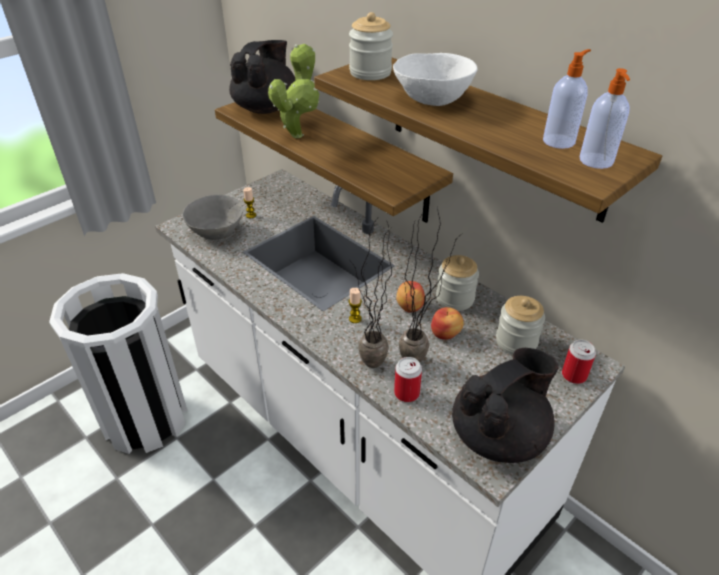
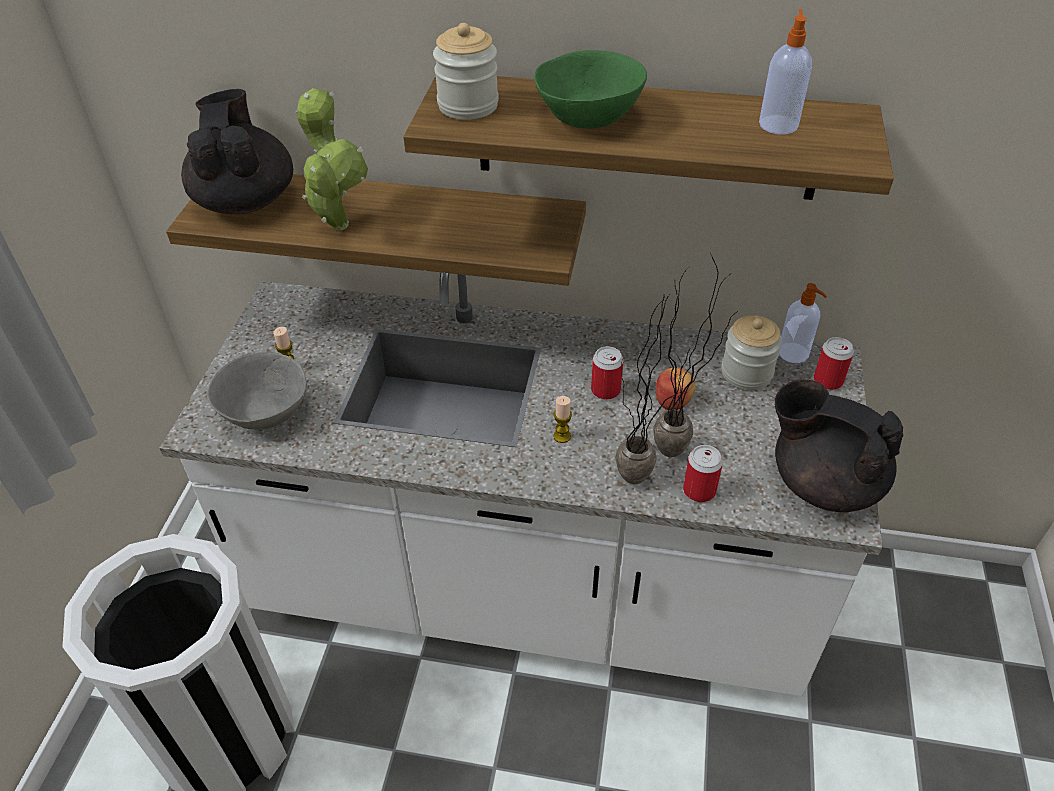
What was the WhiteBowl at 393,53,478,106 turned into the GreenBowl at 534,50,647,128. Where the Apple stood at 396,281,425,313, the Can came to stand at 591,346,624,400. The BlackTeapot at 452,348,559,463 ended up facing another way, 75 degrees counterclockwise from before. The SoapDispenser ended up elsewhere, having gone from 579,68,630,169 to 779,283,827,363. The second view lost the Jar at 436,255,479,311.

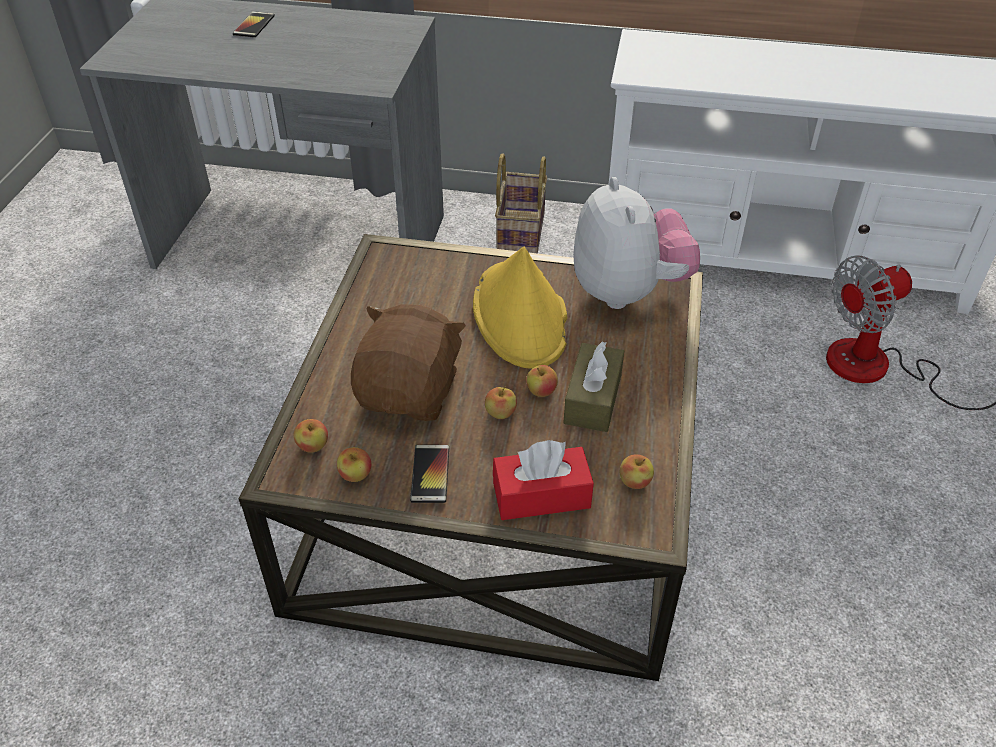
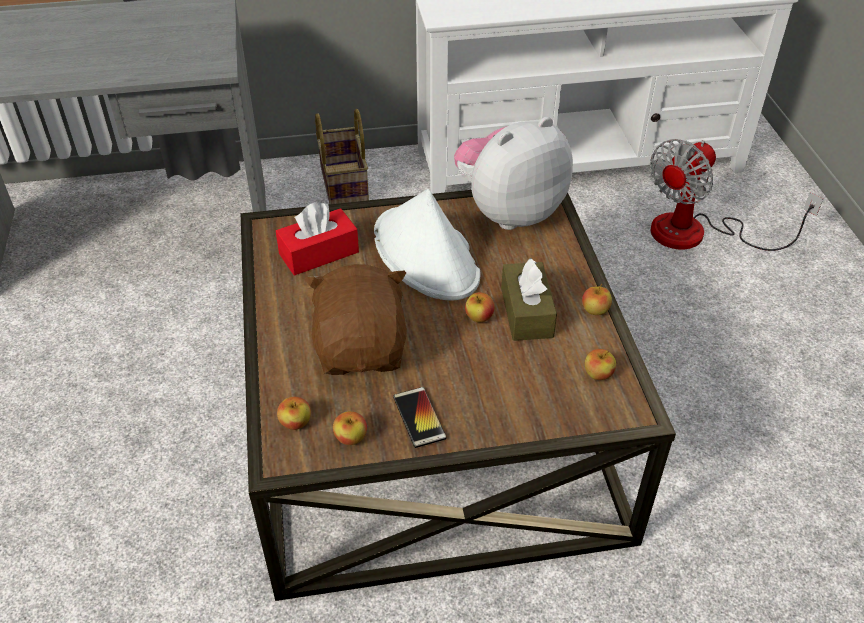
The RedTissueBox ended up elsewhere, having gone from 493,440,594,520 to 276,202,359,276. What was the YellowHat at 473,246,567,369 turned into the WhiteHat at 374,189,480,301. The PlushToy at 573,177,700,309 ended up facing another way, 90 degrees counterclockwise from before. The Apple ended up elsewhere, having gone from 485,386,517,419 to 582,284,612,315. The second view lost the Phone at 233,11,275,38.

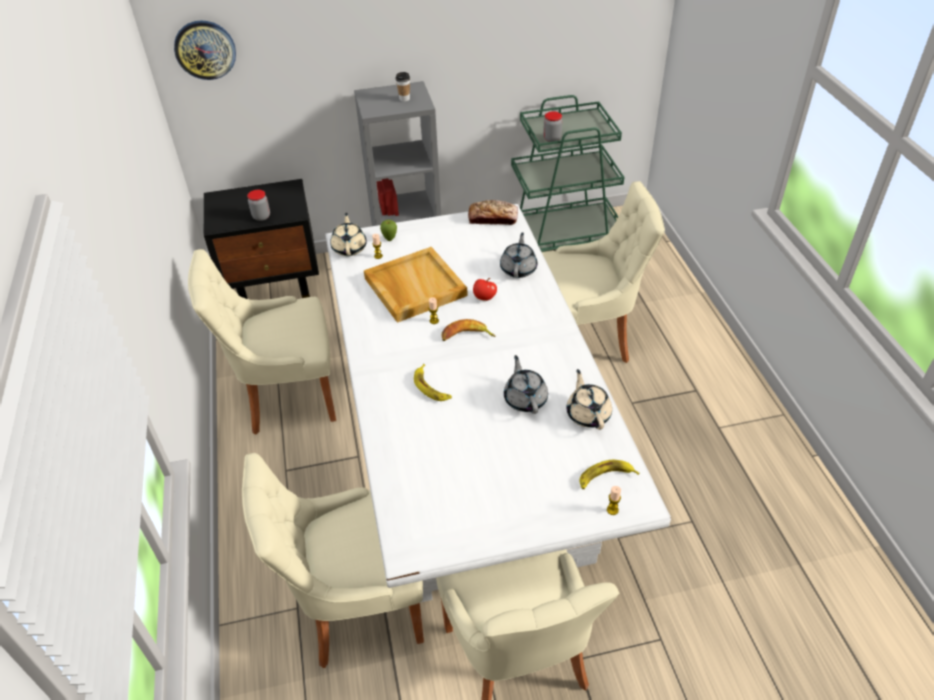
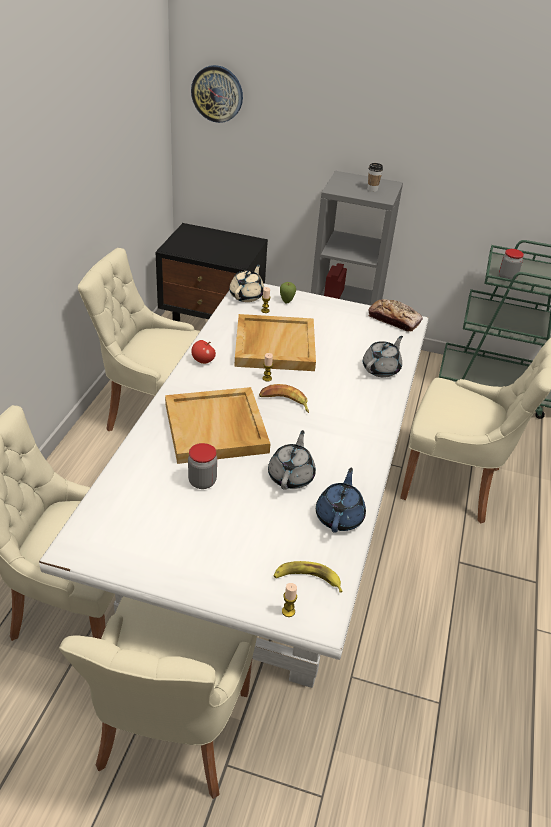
Where the Banana stood at 414,364,452,401, the BeigeTray came to stand at 165,387,271,464. The Jar ended up elsewhere, having gone from 247,190,270,221 to 188,443,217,489. The Apple ended up elsewhere, having gone from 473,278,497,301 to 191,340,216,364. What was the BeigeTeapot at 566,369,612,430 turned into the BlueTeapot at 316,468,366,533.

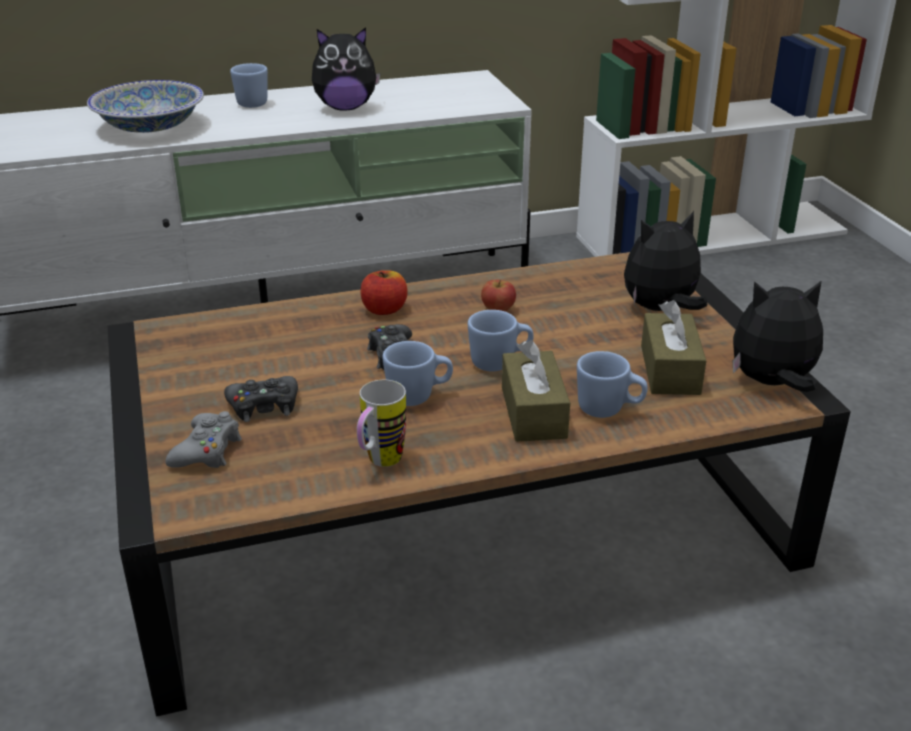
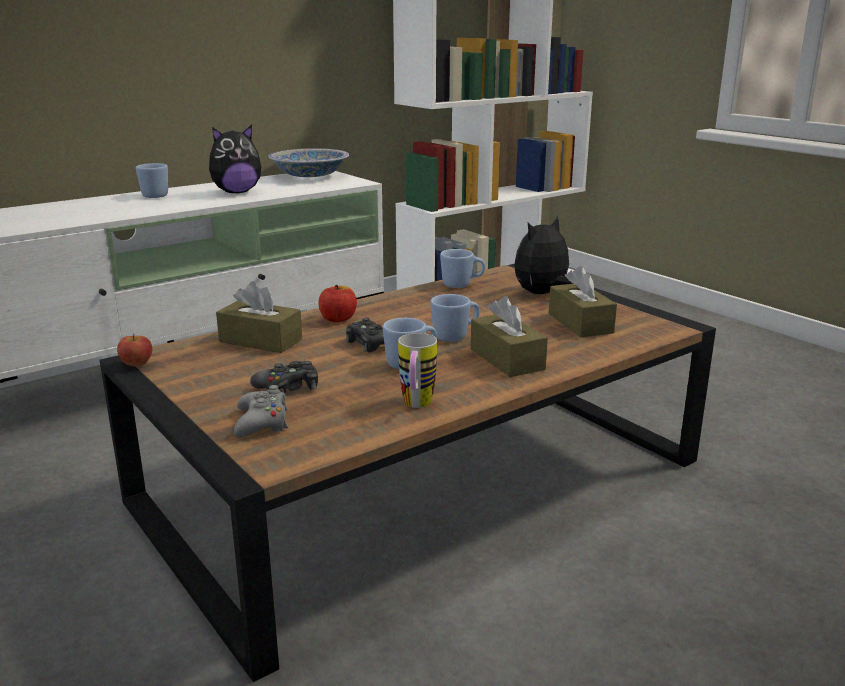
The Apple ended up elsewhere, having gone from 481,280,516,312 to 117,334,152,366. The second view gained the BrownTissueBox at 216,281,302,353. The Bowl ended up elsewhere, having gone from 87,80,204,133 to 268,148,349,177. The BlueMug ended up elsewhere, having gone from 577,351,648,418 to 440,249,485,288. The second view lost the PlushToy at 733,280,823,392.

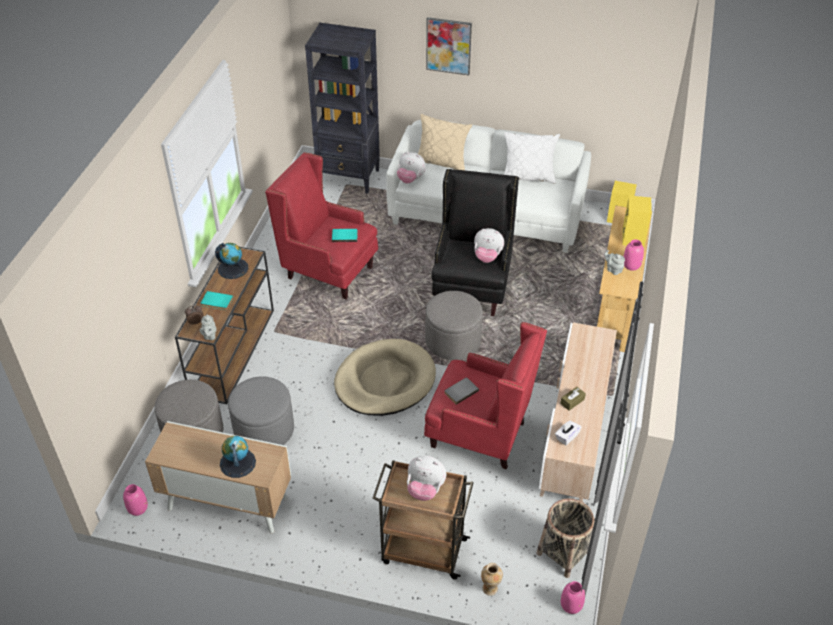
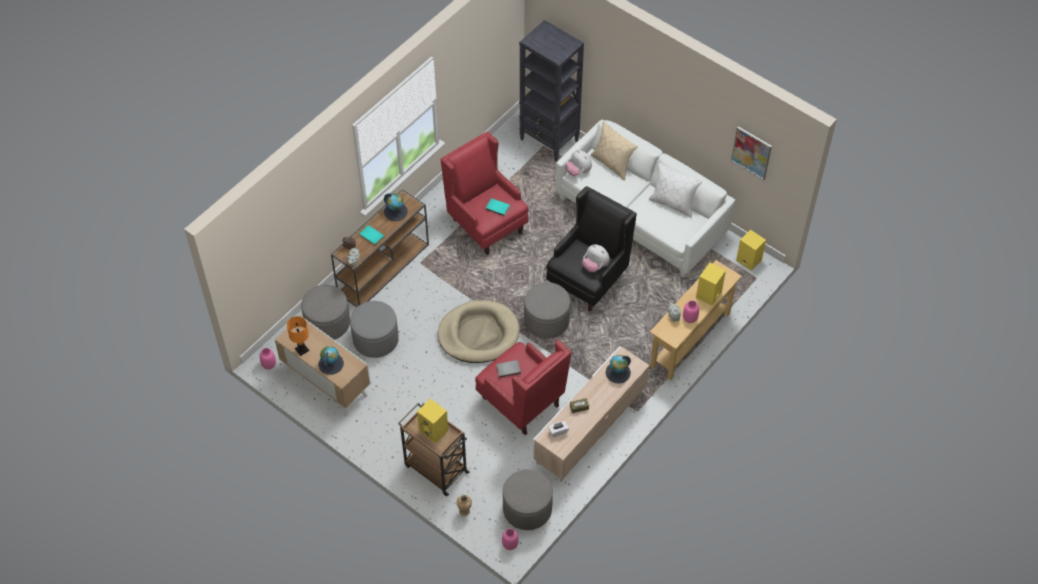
The second view gained the OrangeTableLamp at 287,316,309,356. Where the PlushToy stood at 407,456,447,501, the YellowSpeaker came to stand at 417,399,448,443. Where the Basket stood at 536,498,595,578, the GreyOttoman came to stand at 503,469,553,530. The second view gained the Globe at 605,355,631,384. The Picture ended up elsewhere, having gone from 426,17,472,76 to 731,126,772,180.

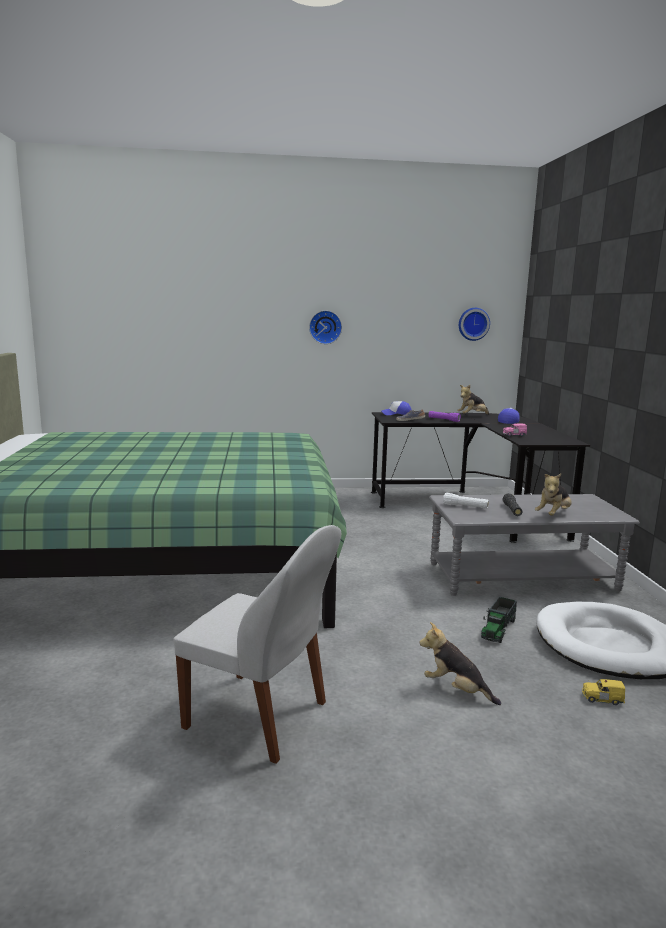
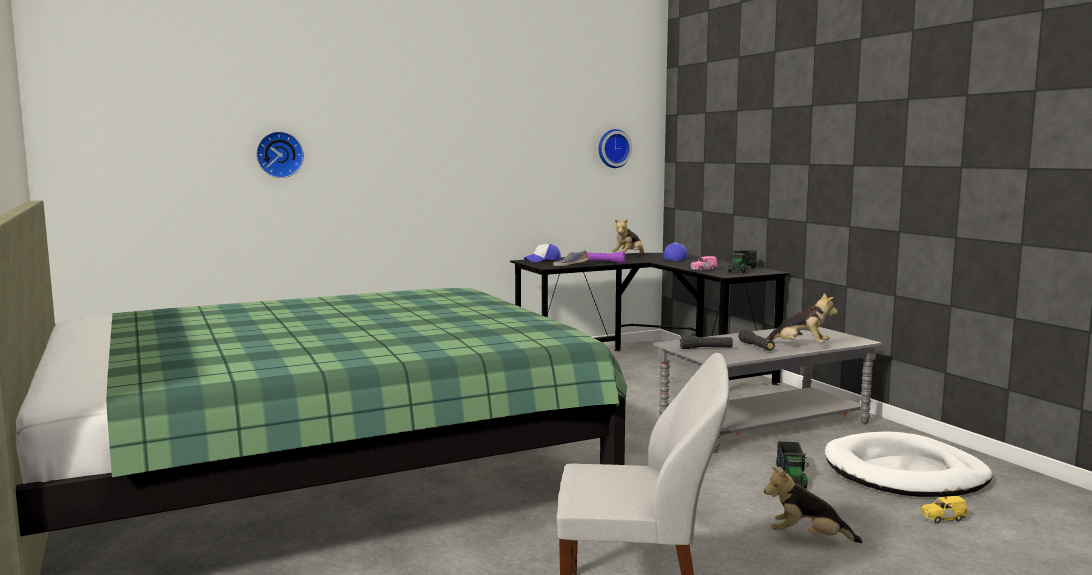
The WallClock ended up elsewhere, having gone from 309,310,342,344 to 256,131,304,178. What was the WhiteFlashlight at 443,493,489,509 turned into the BlackFlashlight at 680,335,733,349. The second view gained the ToyTruck at 728,250,757,273. The PlushToy at 535,474,572,516 ended up facing another way, 90 degrees counterclockwise from before.

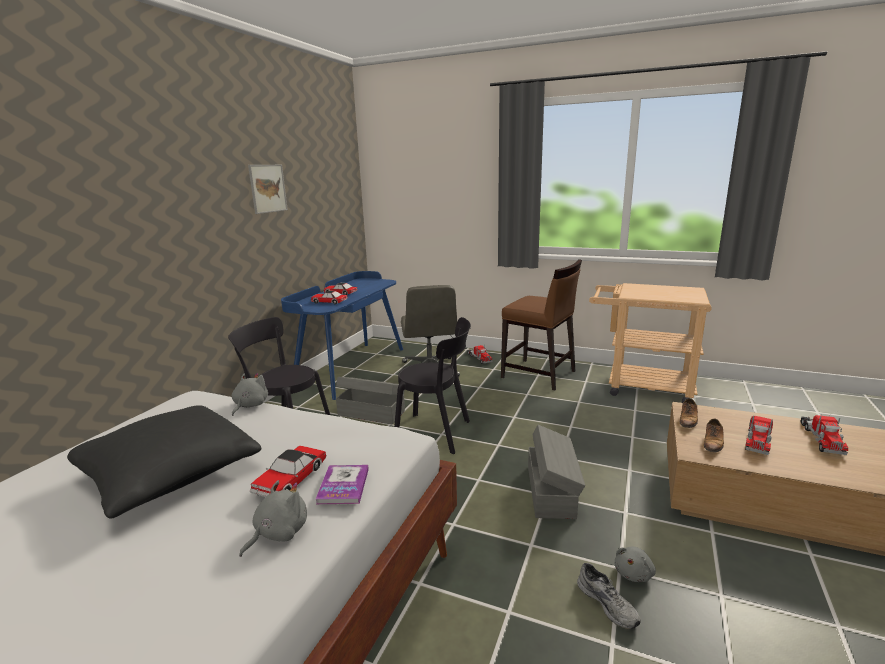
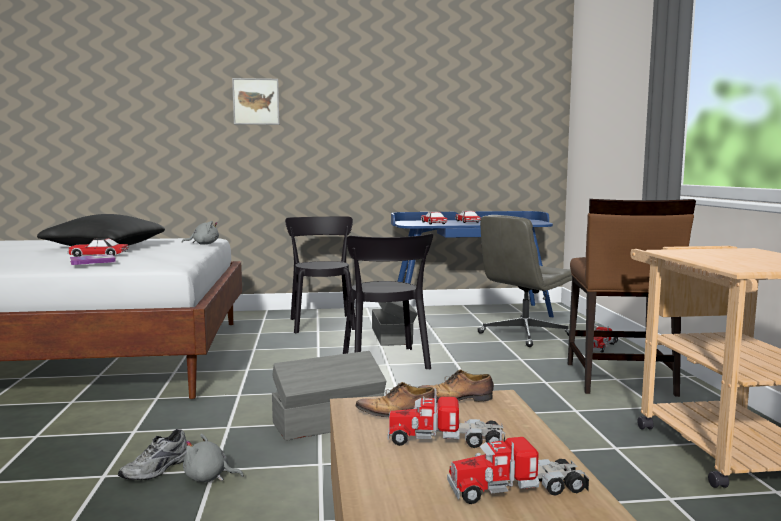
The Picture ended up elsewhere, having gone from 248,165,288,214 to 232,78,279,125. The second view lost the GreyPlushToy at 239,480,307,557.

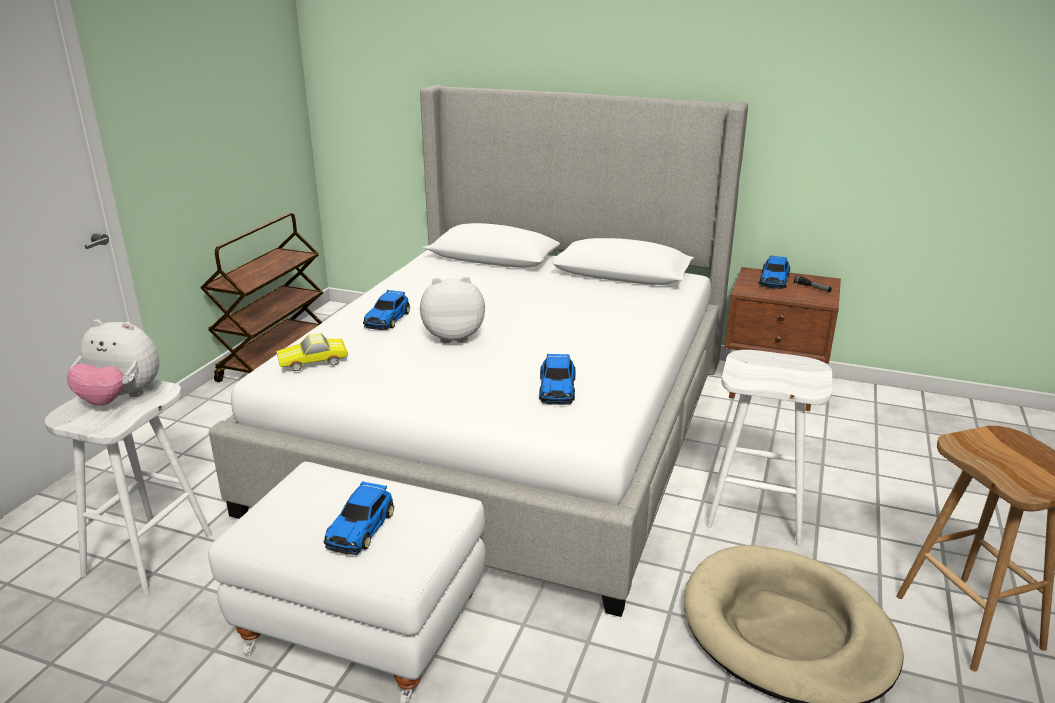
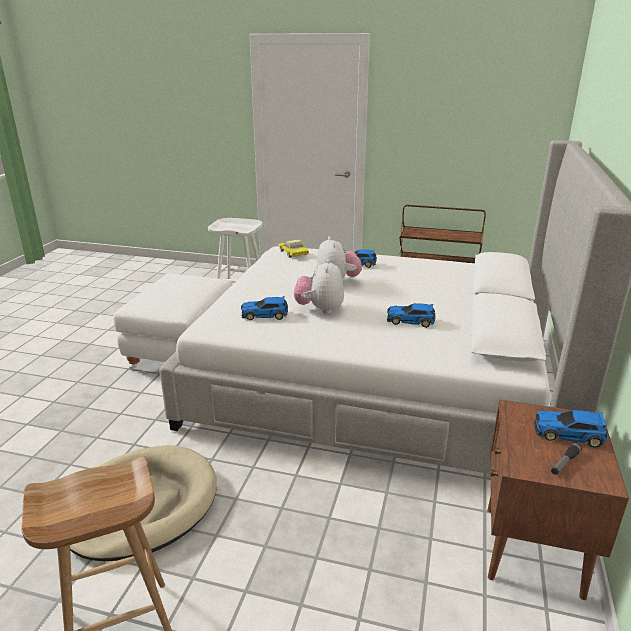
The PlushToy ended up elsewhere, having gone from 66,319,159,406 to 294,259,344,314. The ToyCar ended up elsewhere, having gone from 324,481,394,555 to 387,303,436,328. The second view lost the WhiteStool at 706,350,832,545.

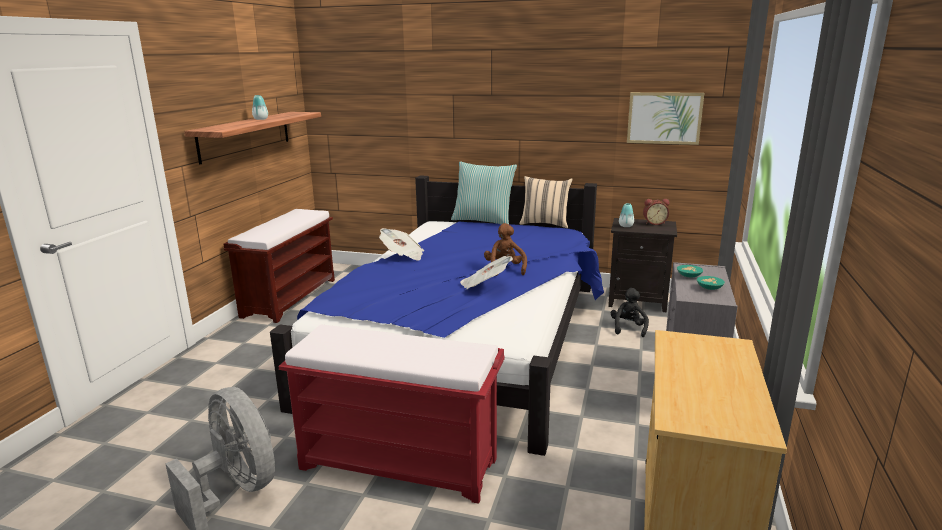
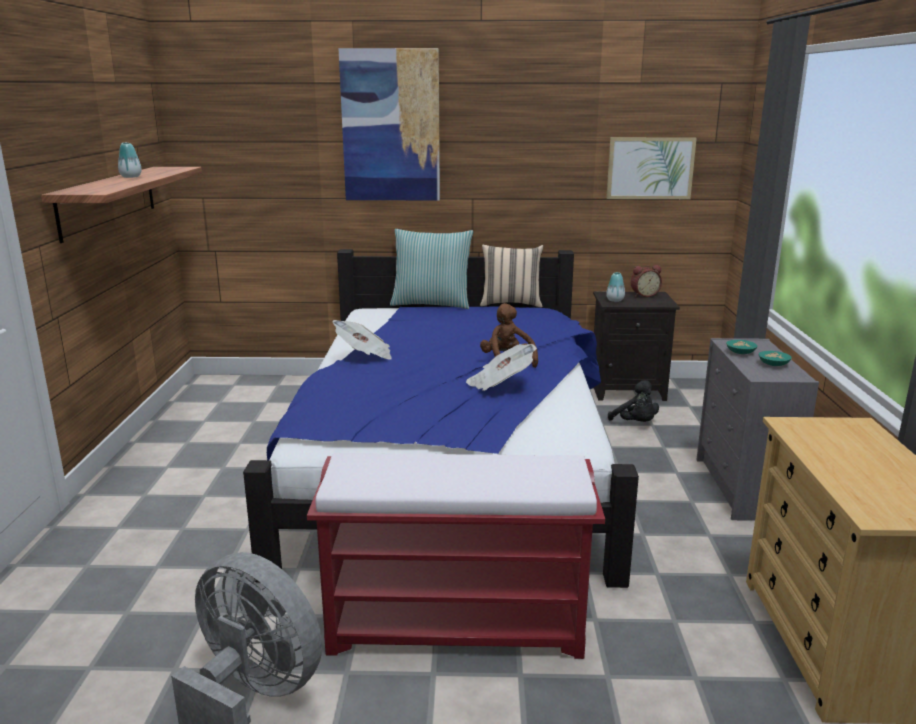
The second view gained the Picture at 338,48,440,200. The BlackPlushToy at 611,288,649,337 ended up facing another way, 150 degrees clockwise from before. The second view lost the BrownBench at 223,209,335,323.

